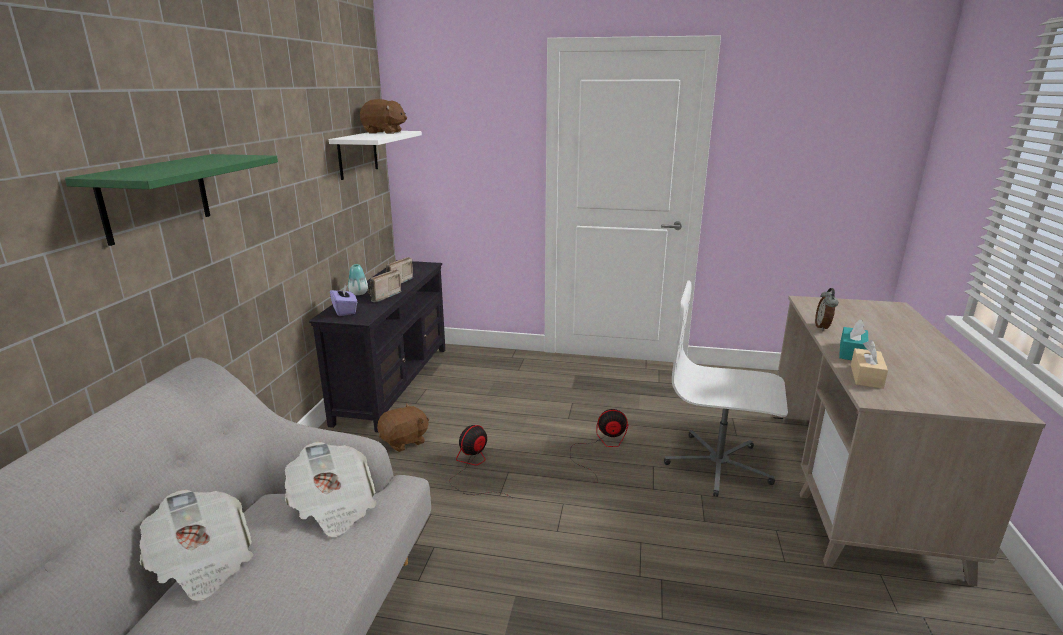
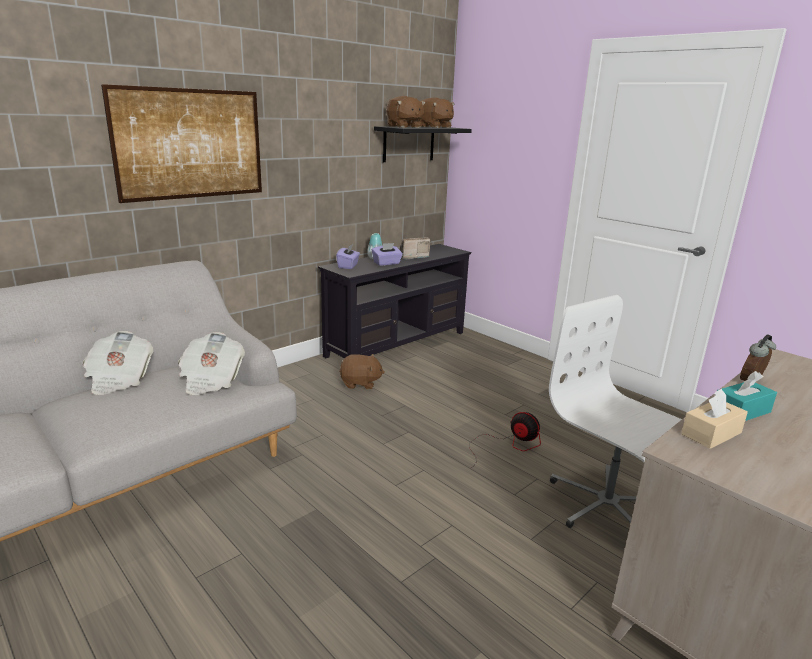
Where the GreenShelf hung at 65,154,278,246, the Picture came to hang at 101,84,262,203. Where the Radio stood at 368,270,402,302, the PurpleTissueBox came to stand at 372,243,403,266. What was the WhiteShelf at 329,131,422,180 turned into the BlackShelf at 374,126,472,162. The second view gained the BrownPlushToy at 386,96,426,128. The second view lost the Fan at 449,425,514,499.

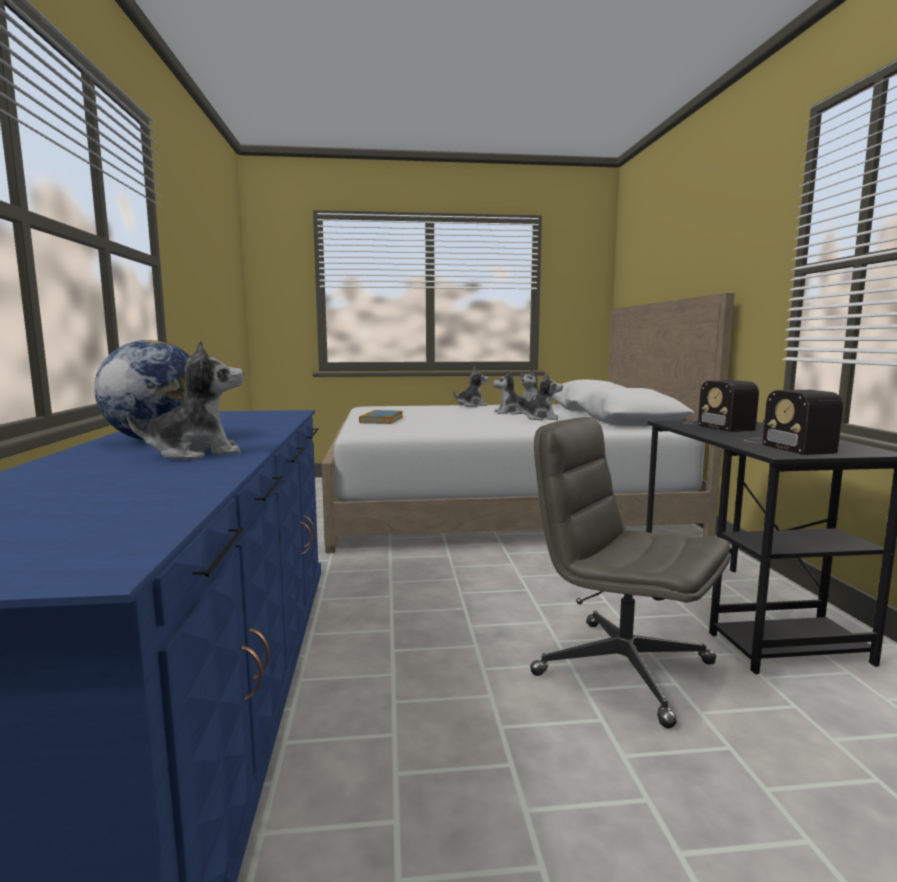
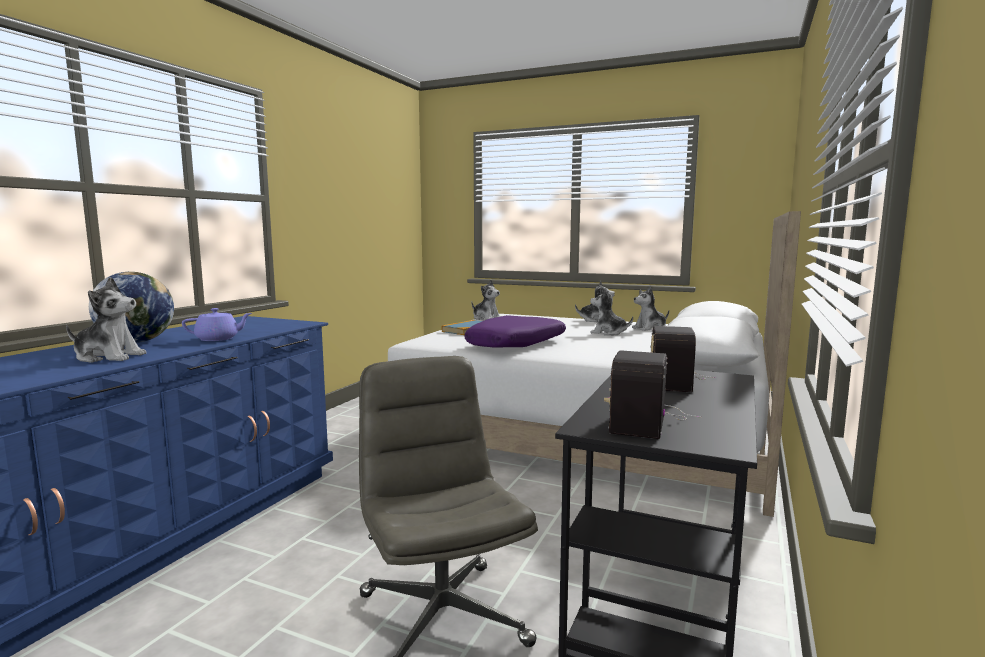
The second view gained the PurpleTeapot at 182,308,252,341. The second view gained the PurplePillow at 464,315,566,348. The PlushToy ended up elsewhere, having gone from 517,372,563,421 to 472,280,501,320.

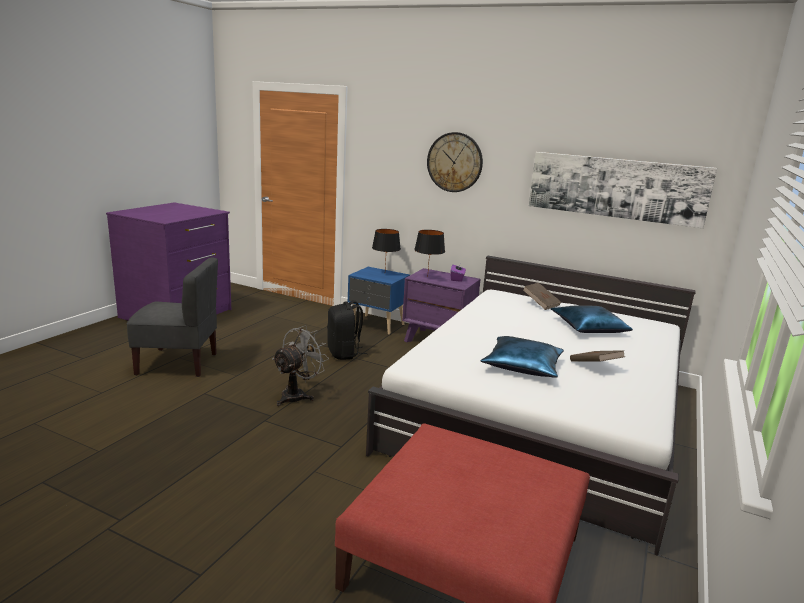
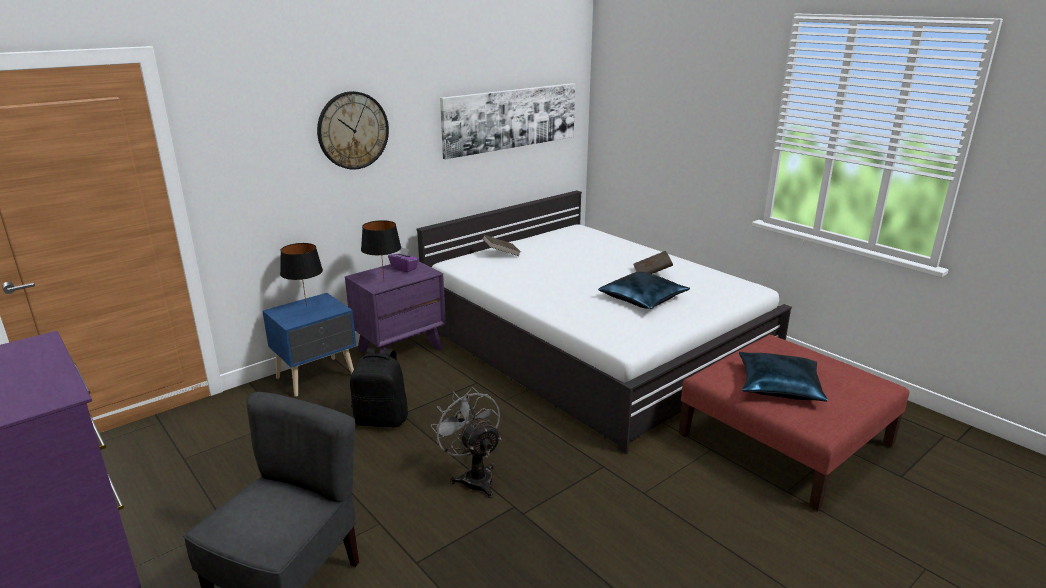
The BluePillow ended up elsewhere, having gone from 550,306,633,333 to 739,352,828,402.

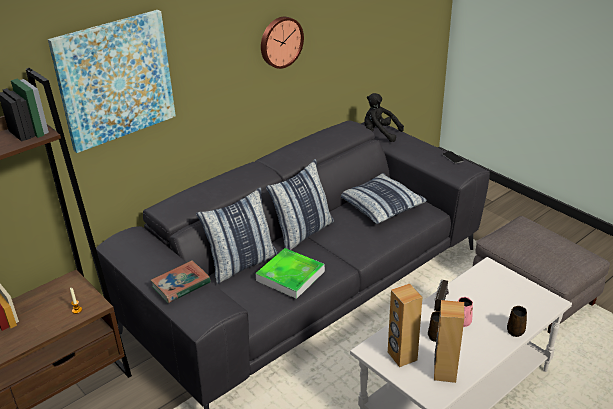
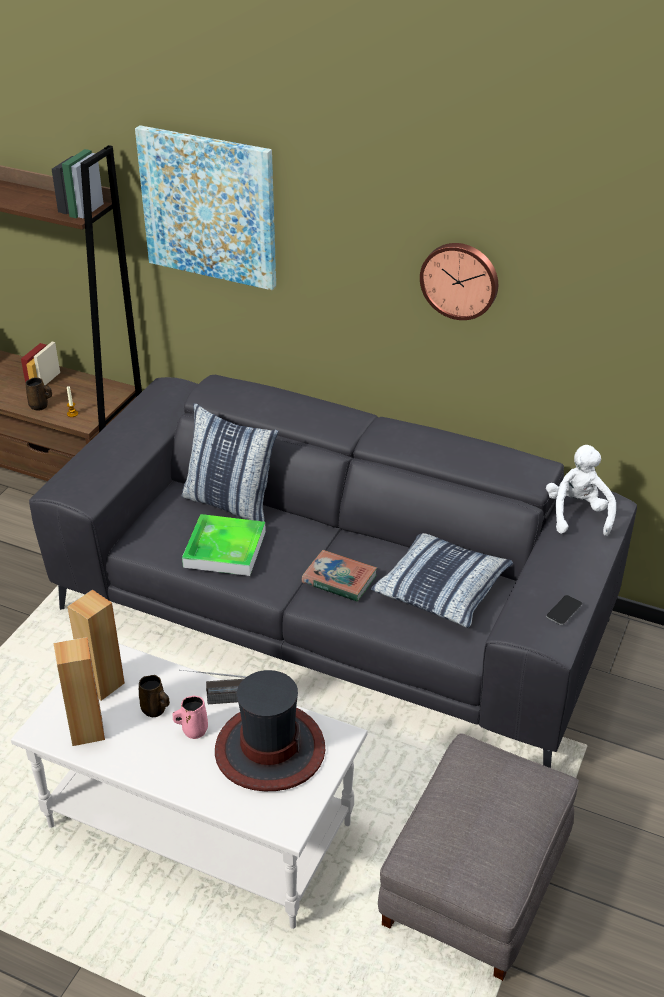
The BrownMug ended up elsewhere, having gone from 507,306,527,337 to 26,377,52,411. The second view gained the Hat at 215,670,325,791. The Book ended up elsewhere, having gone from 150,260,211,303 to 302,550,377,602. What was the BlackPlushToy at 364,93,404,142 turned into the WhitePlushToy at 546,445,616,536. The second view lost the Pillow at 266,159,334,250.

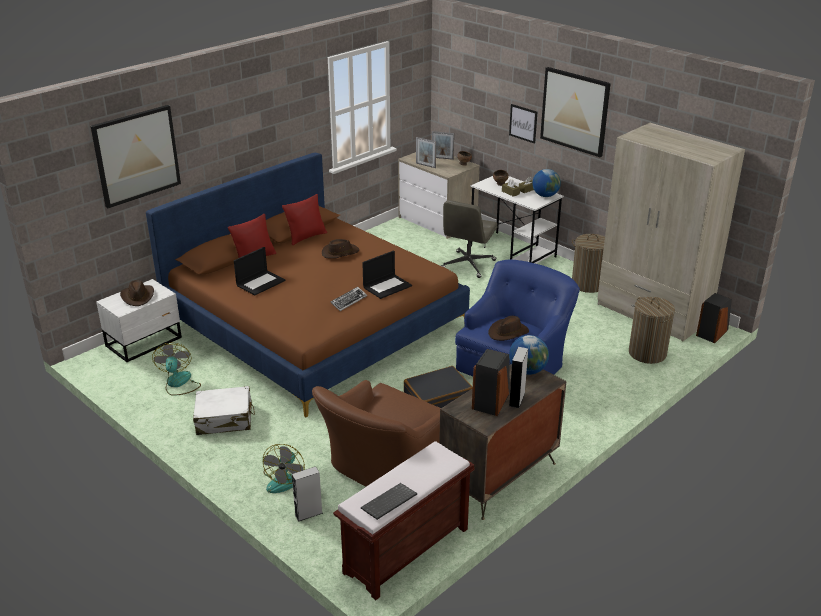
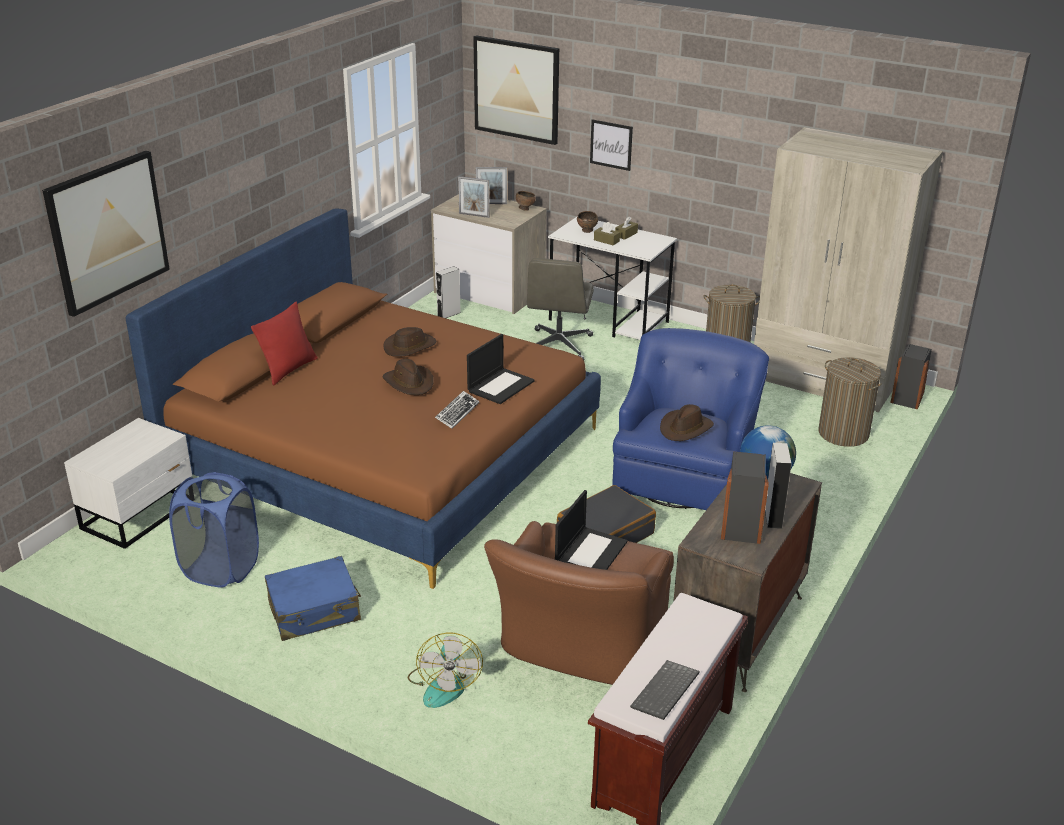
Where the Fan stood at 152,343,201,396, the BlueLaundryBasket came to stand at 169,472,259,588. What was the WhiteSuitcase at 193,386,255,435 turned into the BlueSuitcase at 265,556,361,641. The BrownHat ended up elsewhere, having gone from 120,280,154,306 to 382,359,434,395. The GreySpeaker ended up elsewhere, having gone from 292,467,323,522 to 436,266,461,318. The Picture ended up elsewhere, having gone from 540,67,611,157 to 473,35,559,145. The Laptop ended up elsewhere, having gone from 234,247,285,295 to 555,490,627,570. The second view lost the RedPillow at 282,194,327,245. The second view lost the Globe at 532,169,561,197.

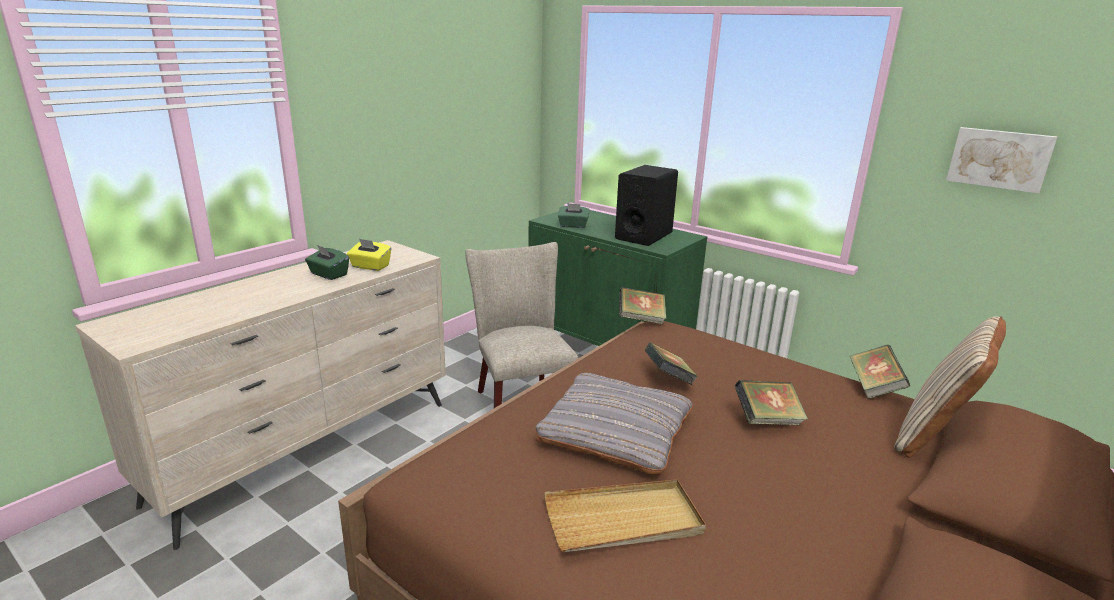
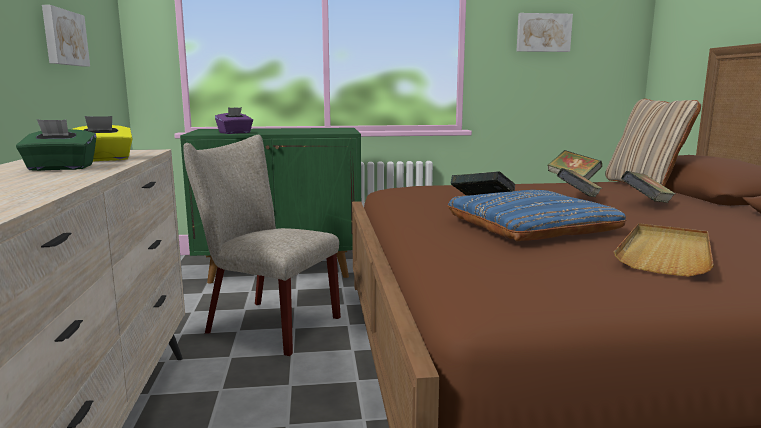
The second view gained the Picture at 42,5,90,66. What was the GreenTissueBox at 558,203,590,228 turned into the PurpleTissueBox at 215,107,253,134. What was the GreyPillow at 536,373,693,475 turned into the BluePillow at 447,190,627,241. The Book ended up elsewhere, having gone from 619,287,667,324 to 621,171,676,203. The second view lost the BlackSpeaker at 615,165,678,246.

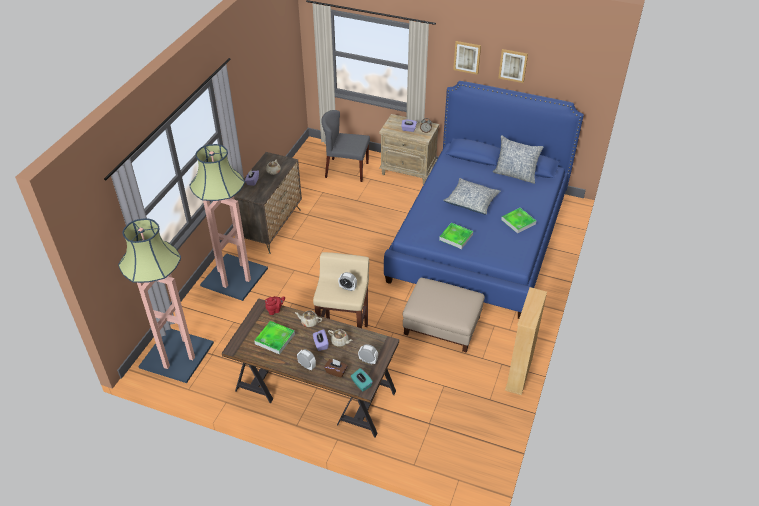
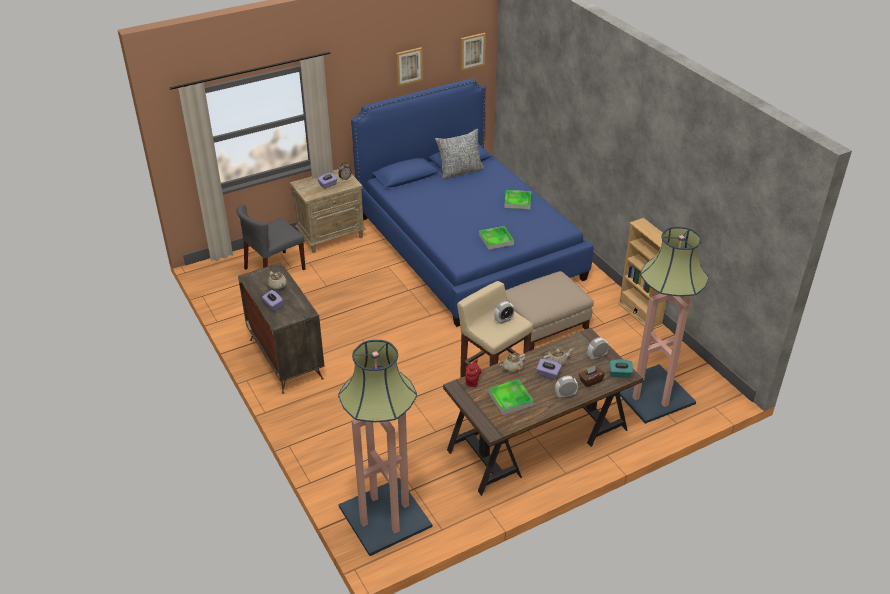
The Picture ended up elsewhere, having gone from 453,41,481,75 to 460,33,486,71. The FloorLamp ended up elsewhere, having gone from 189,144,268,301 to 620,227,709,424. The second view lost the Pillow at 443,178,501,214.

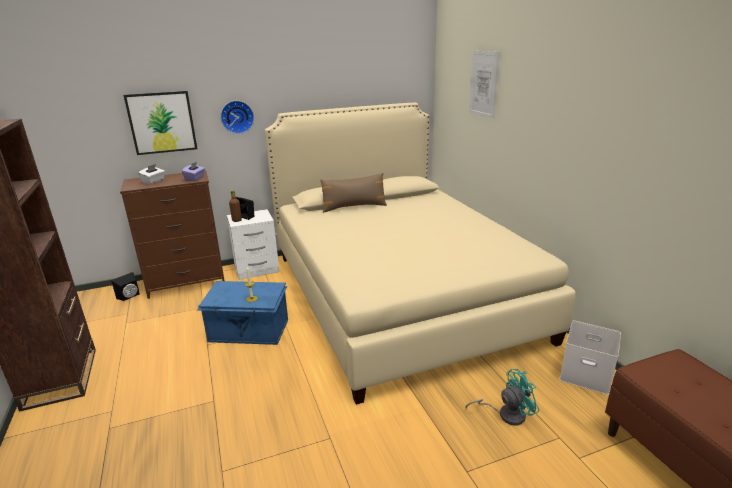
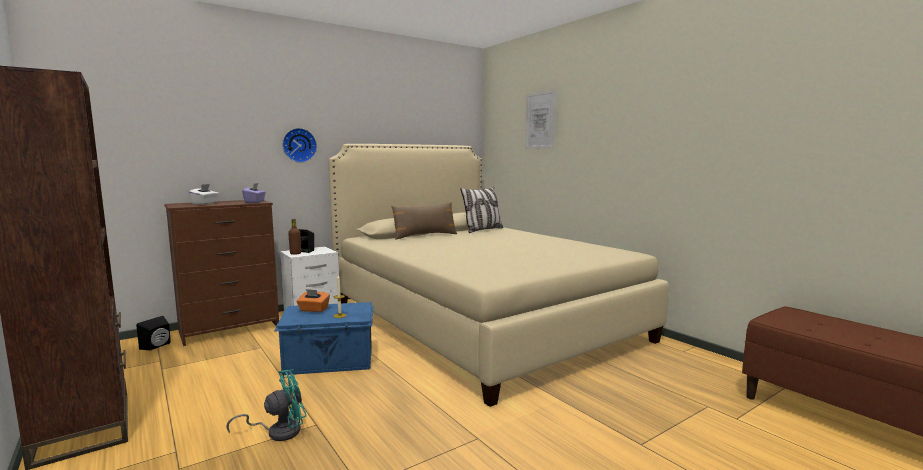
The TurquoiseFan ended up elsewhere, having gone from 466,369,539,426 to 226,369,307,441. The second view gained the OrangeTissueBox at 296,289,330,312. The second view gained the Pillow at 460,187,503,233. The second view lost the Picture at 124,91,197,155. The second view lost the WhiteStorageBox at 559,321,621,395.

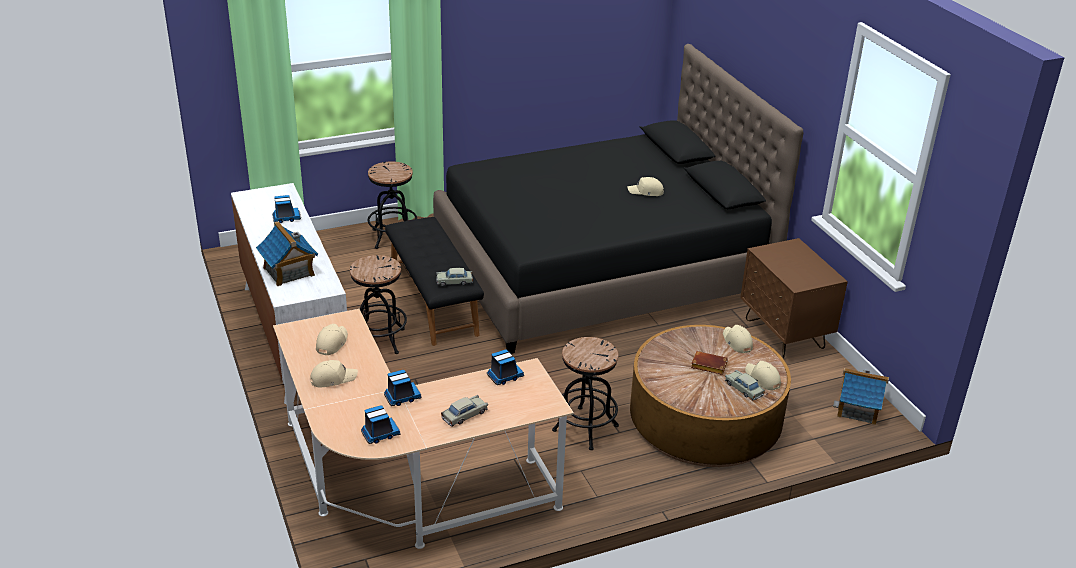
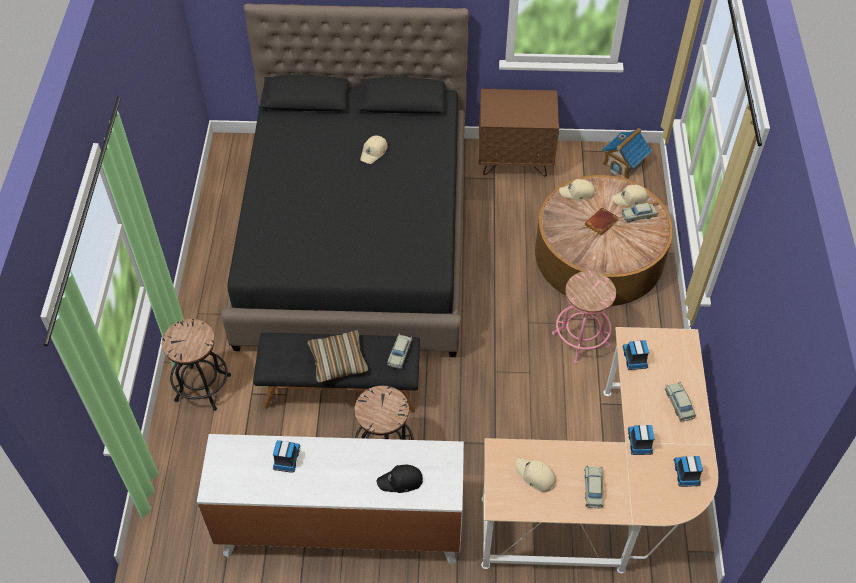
The second view gained the Pillow at 308,330,368,382. Where the ToyHouse stood at 256,221,318,286, the BlackCap came to stand at 377,465,423,493. What was the BlackStool at 552,337,619,450 turned into the PinkStool at 552,271,616,364. Where the BeigeCap stood at 310,360,358,387, the BeigeToyCar came to stand at 584,466,603,508.

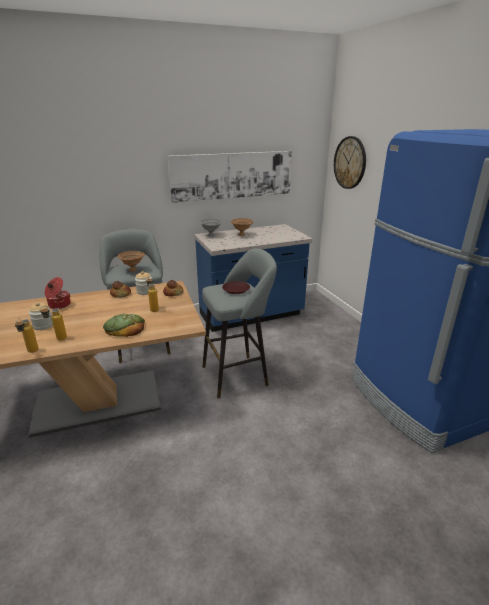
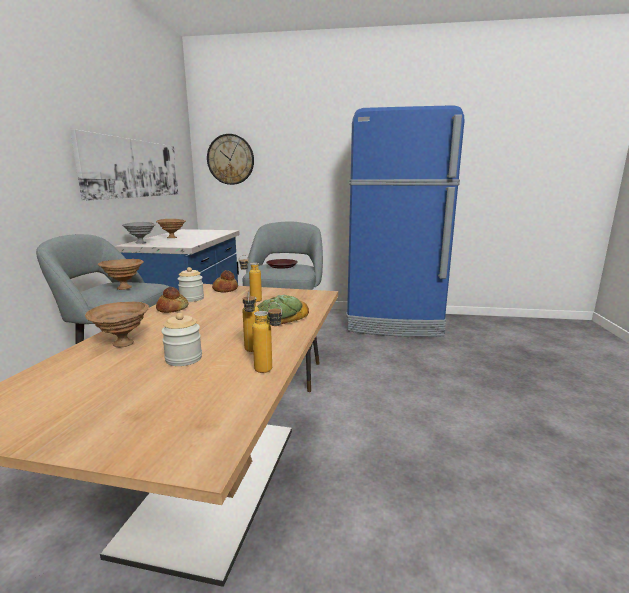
Where the CookingPot stood at 44,277,71,309, the BrownBowl came to stand at 85,302,149,347.

